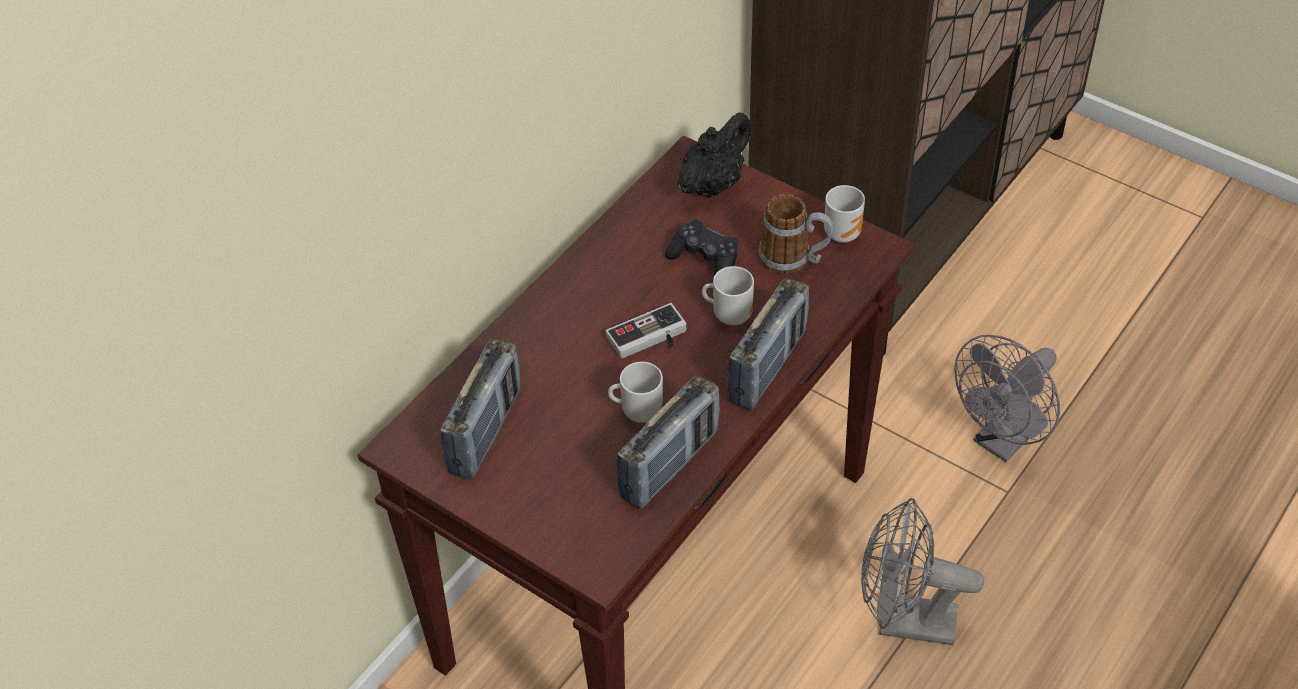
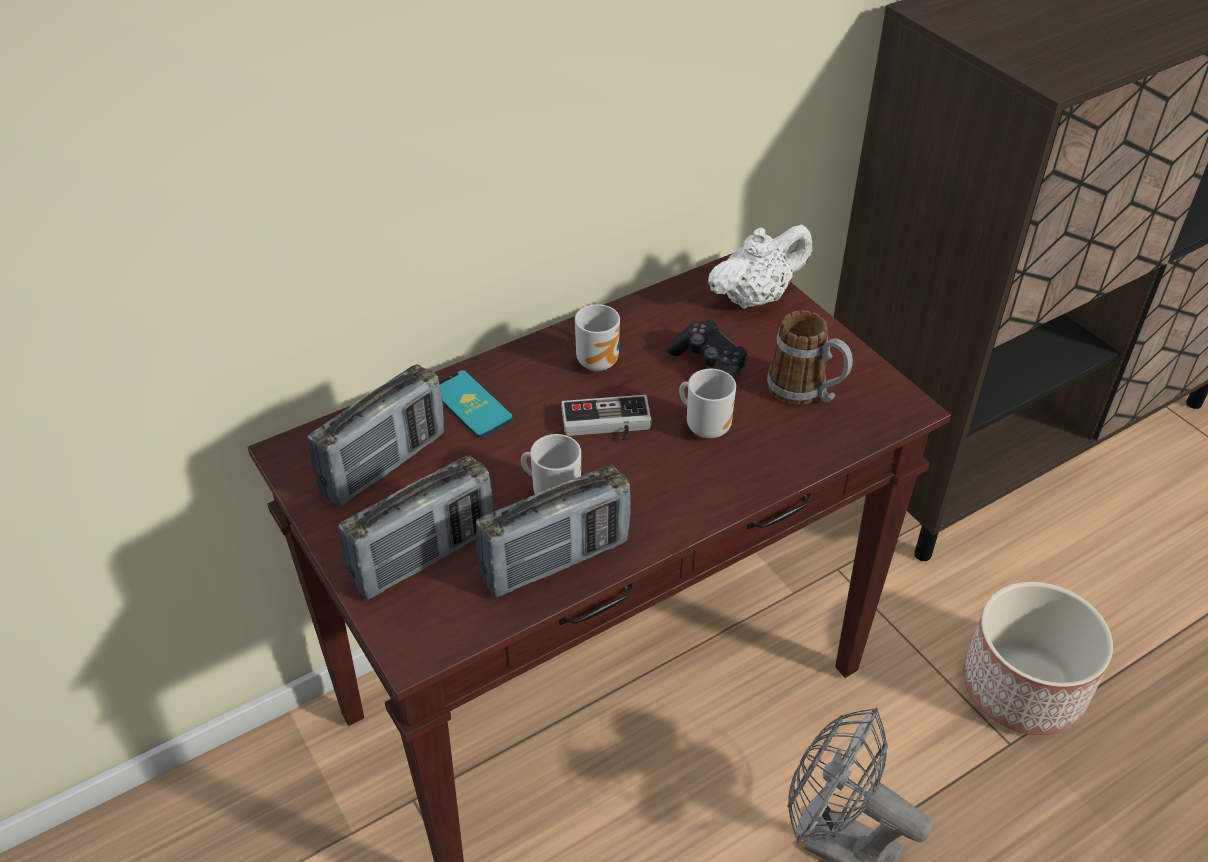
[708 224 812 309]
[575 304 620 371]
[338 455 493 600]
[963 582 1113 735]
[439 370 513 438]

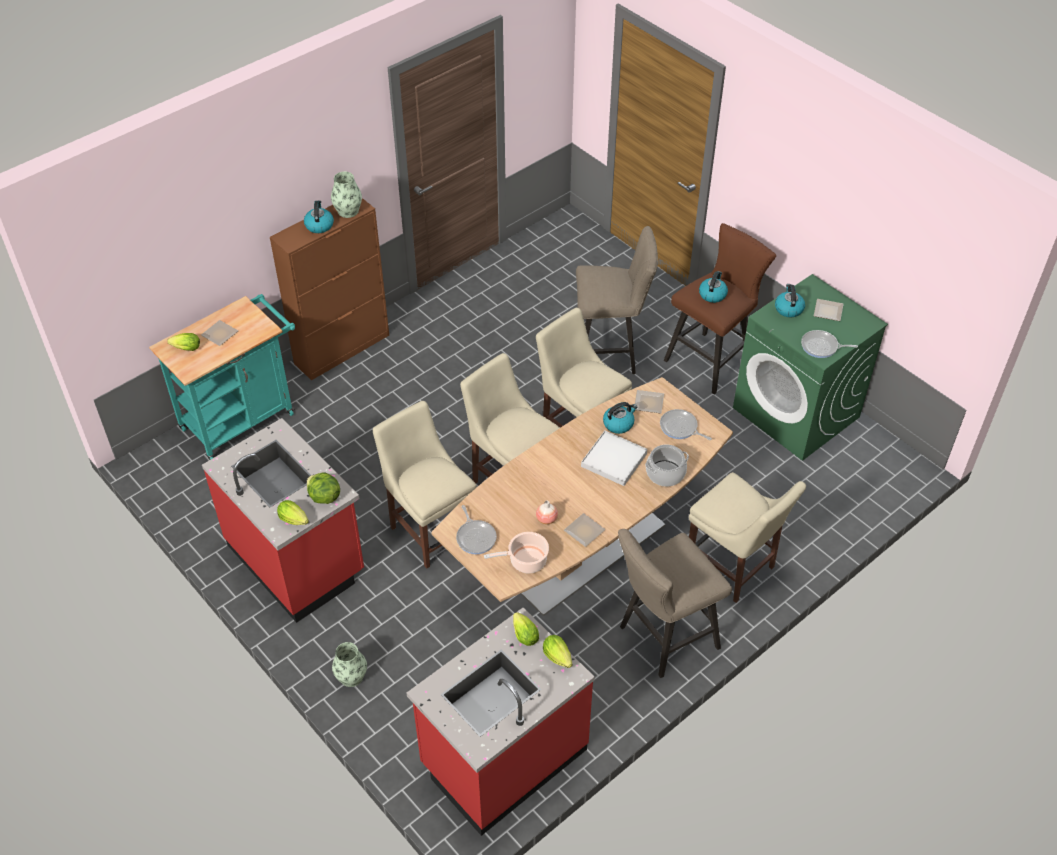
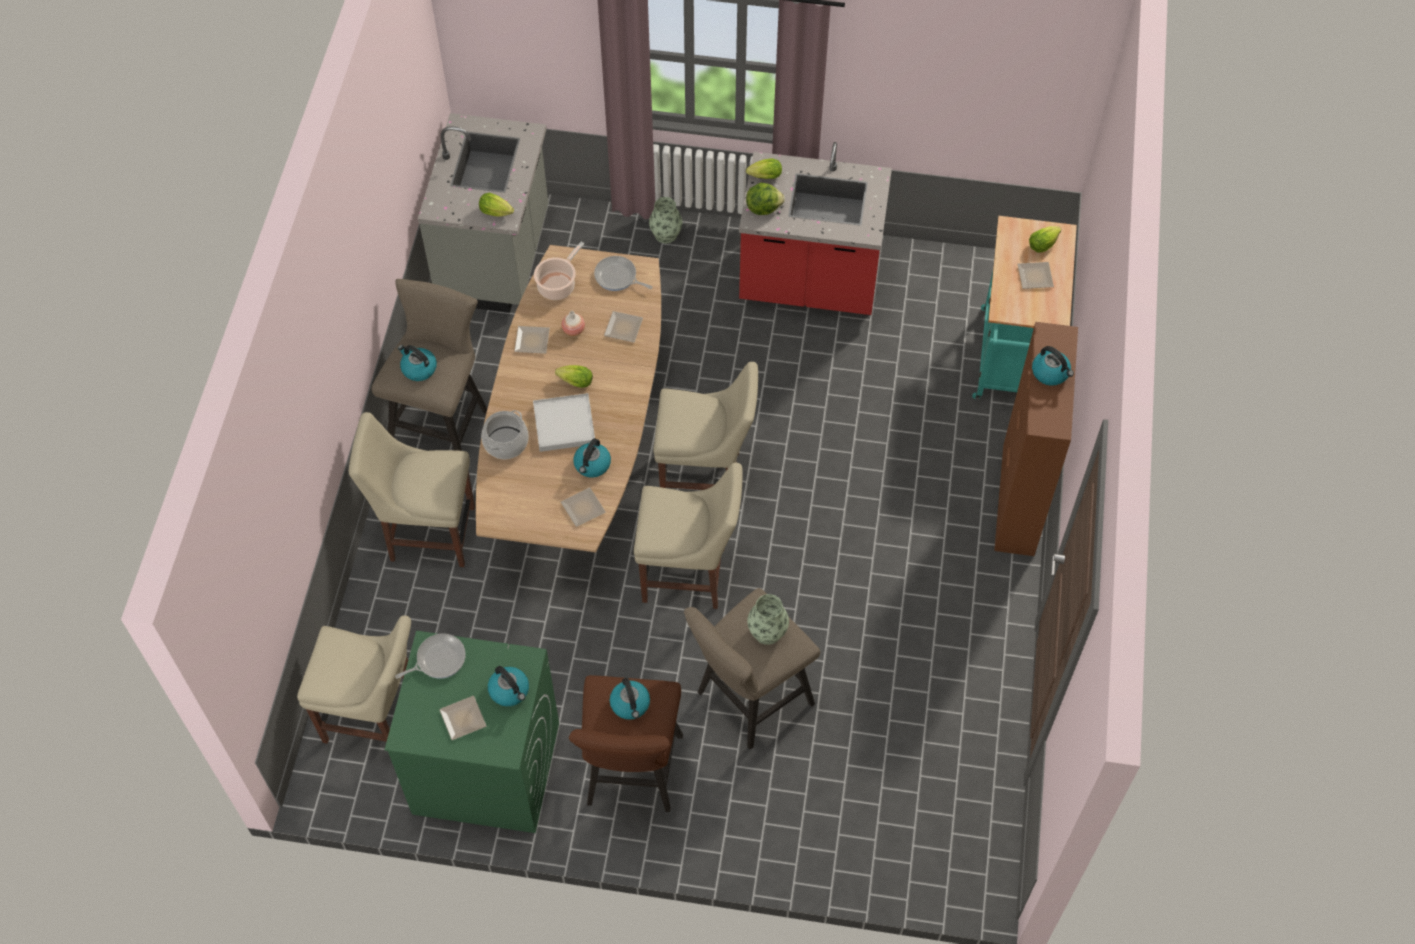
[747 594 789 645]
[297 615 411 744]
[660 409 712 440] (first image)
[418 113 548 313]
[555 365 593 388]
[604 311 643 342]
[398 345 437 381]

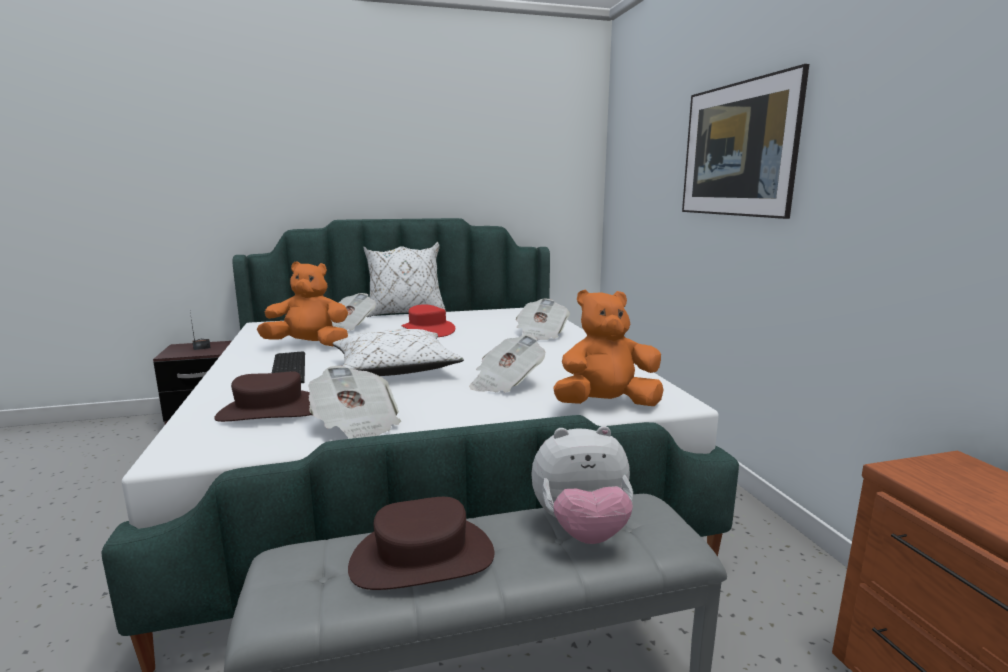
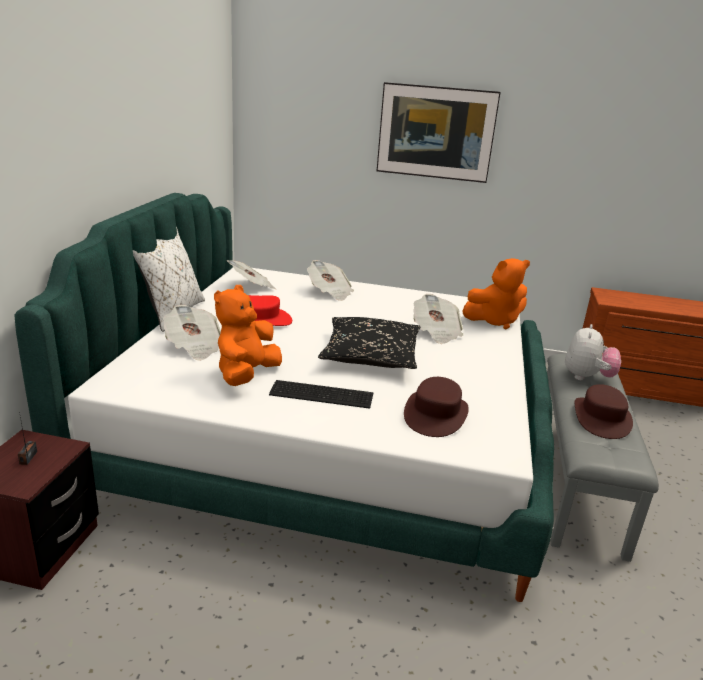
[462 258 530 329]
[318 317 420 369]
[226 260 276 289]

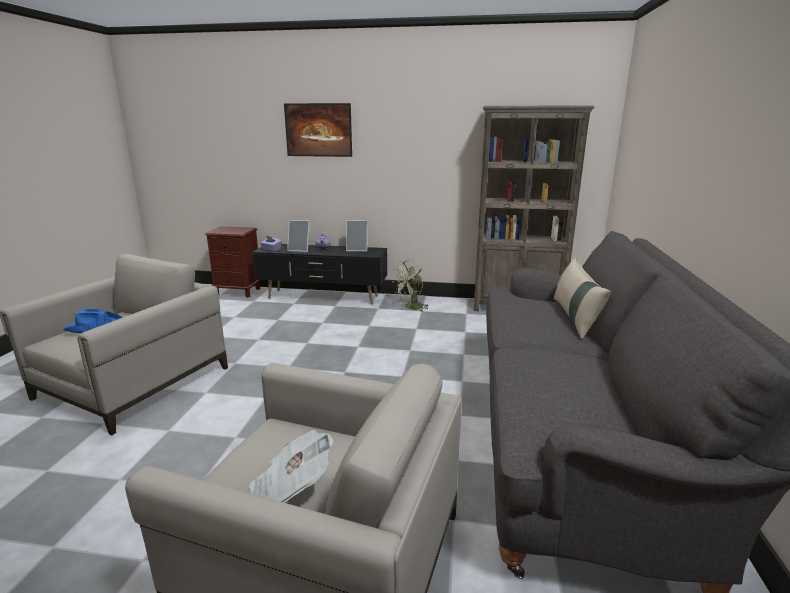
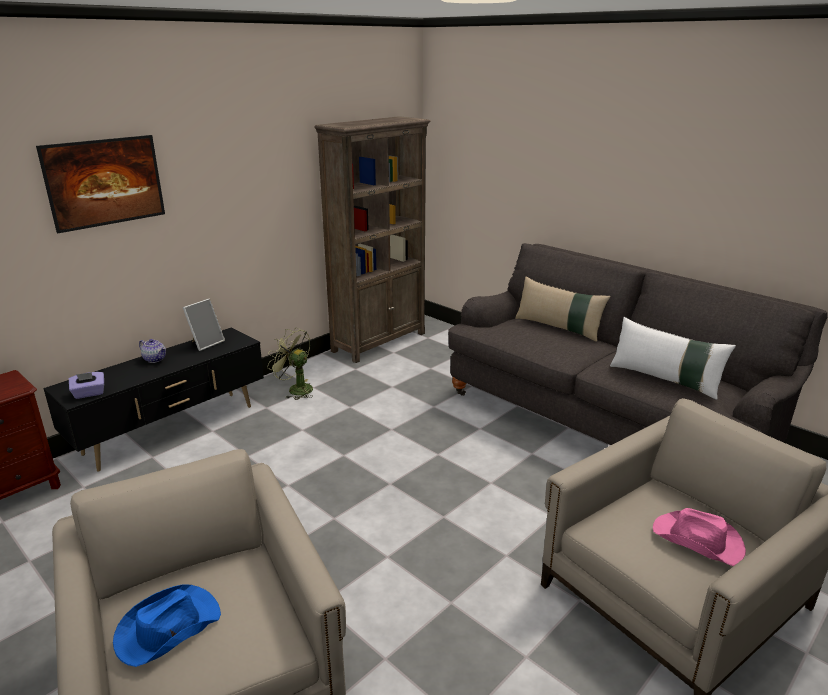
[287 220 310 252] (first image)
[267 328 313 400]
[653 508 746 566]
[610 317 736 400]

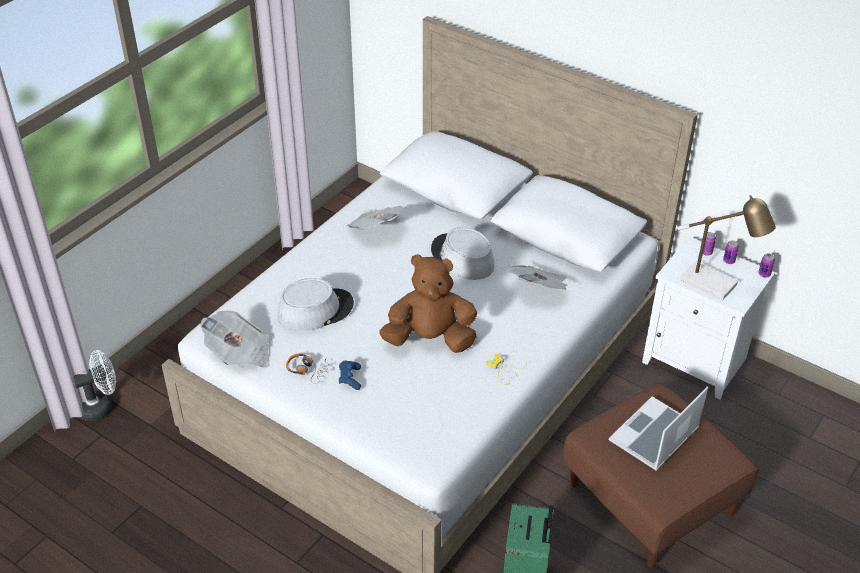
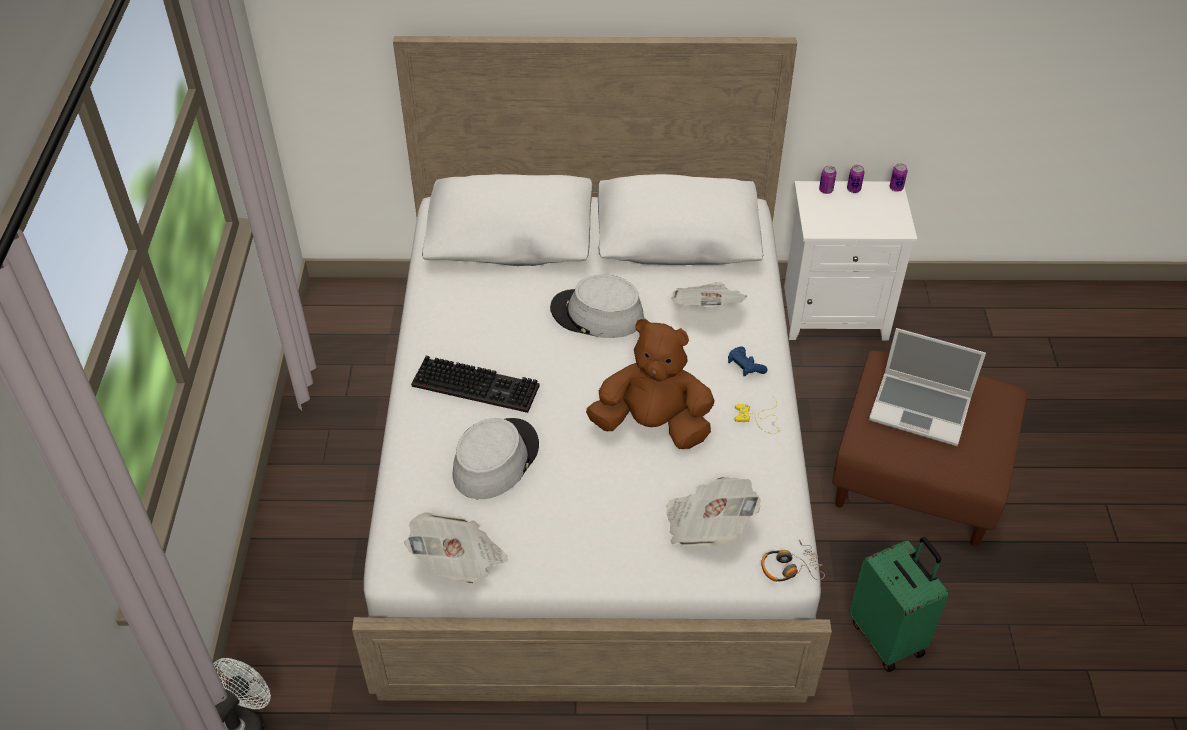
[677 195 776 300] (first image)
[666 477 760 546]
[586 319 715 449]
[761 540 825 582]
[728 347 768 376]
[869 328 986 446]
[411 356 540 413]

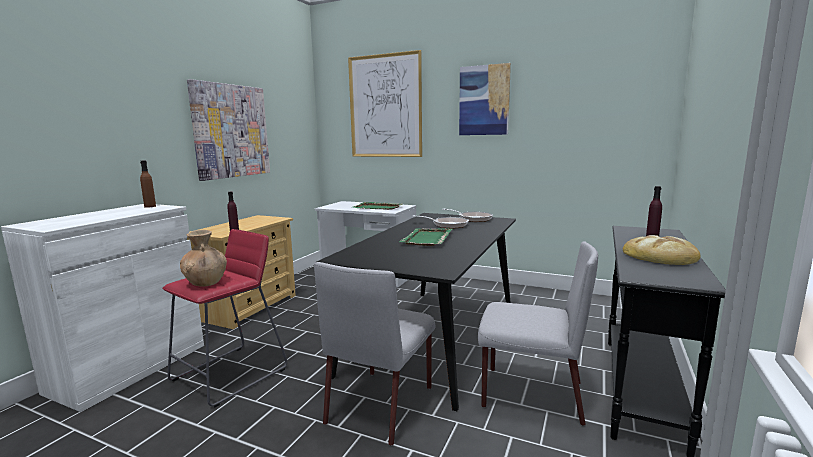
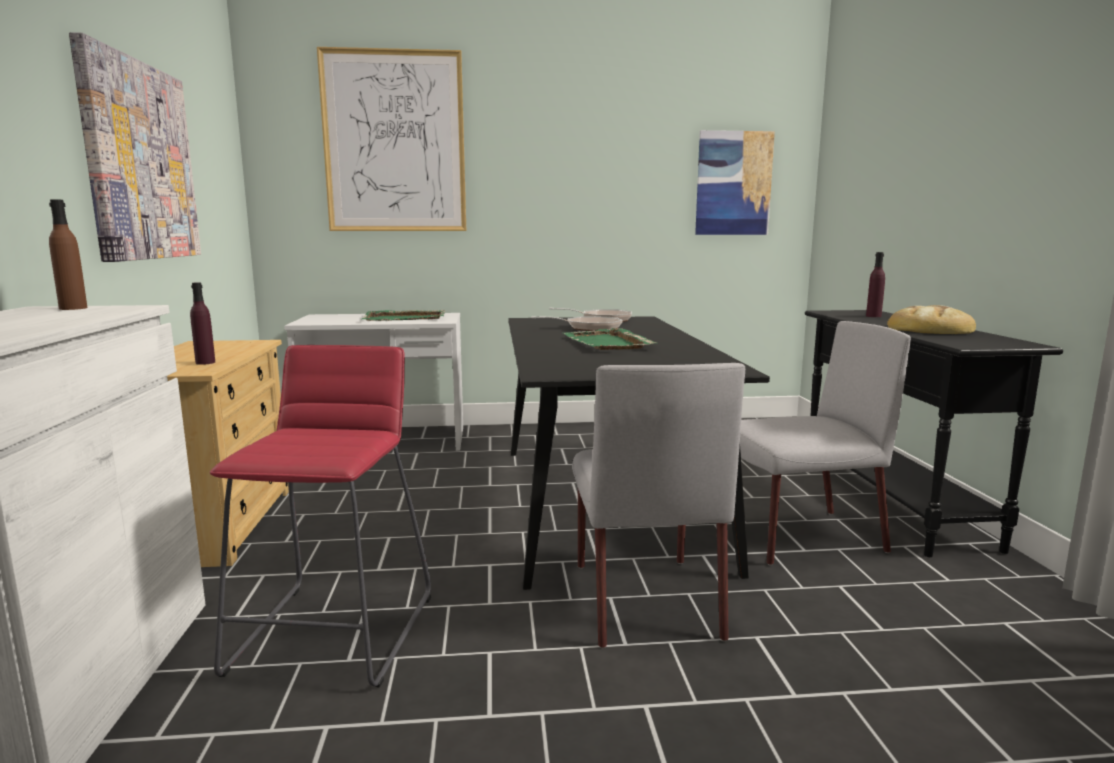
[695 130 775 235]
[180 230 227 287] (first image)

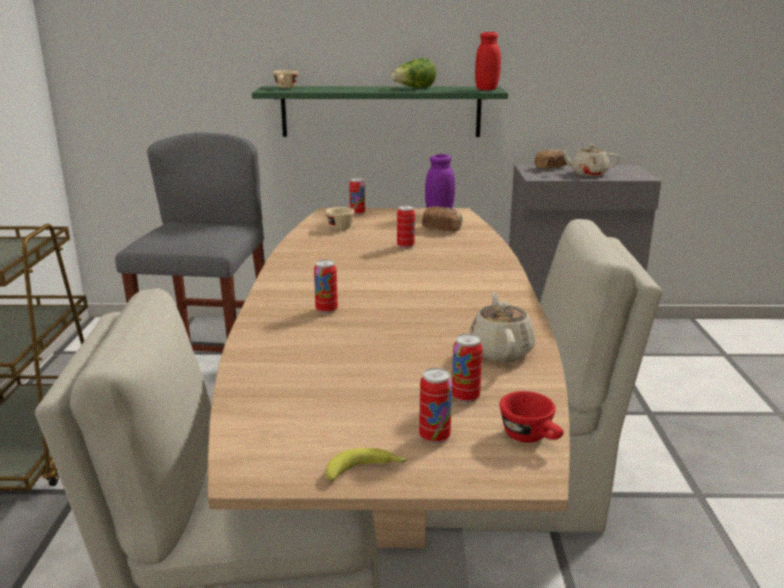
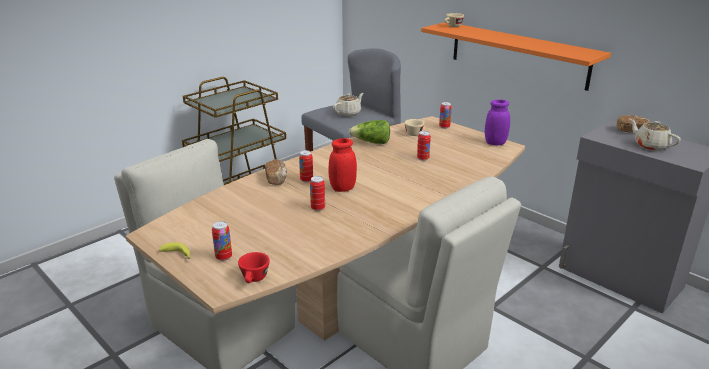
[329 138 357 192]
[349 120 390 144]
[421 22 611 91]
[265 159 287 185]
[333 93 364 117]
[310 176 325 211]

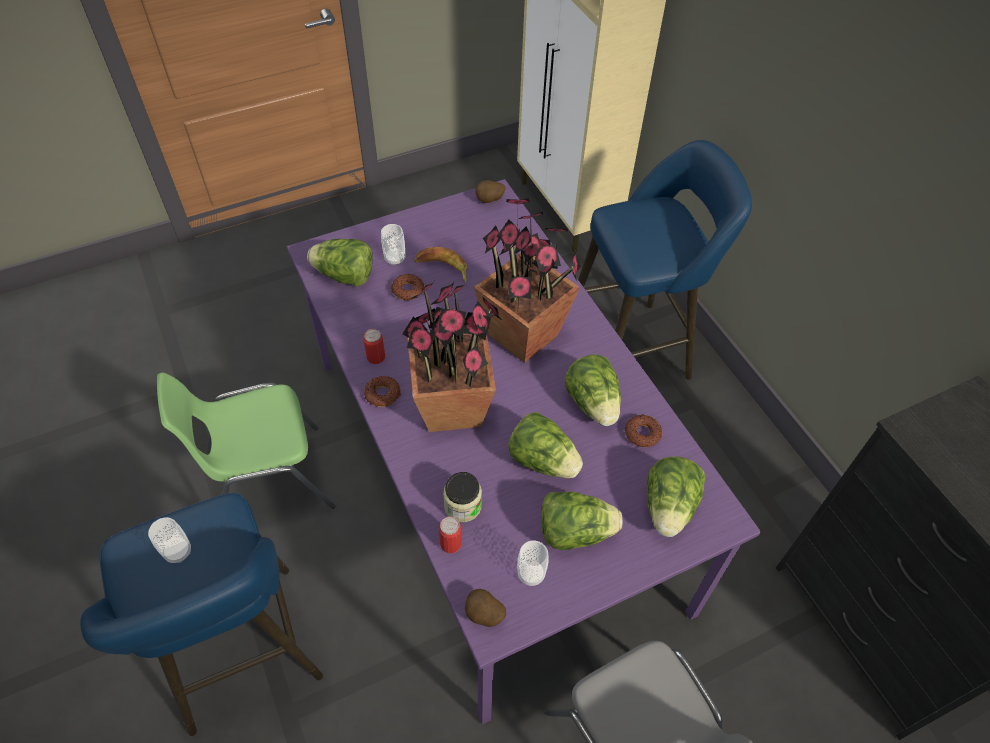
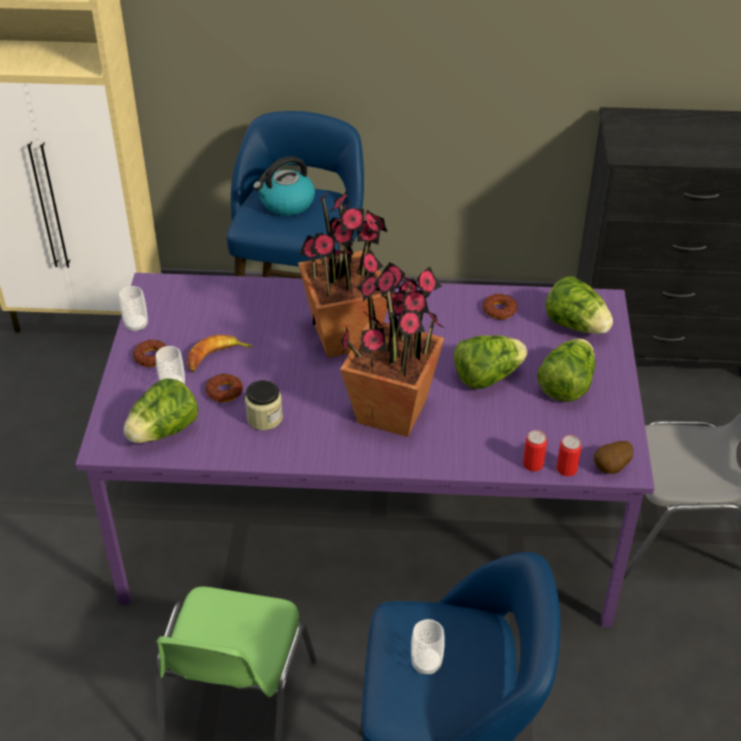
[475 180 505 203] (first image)
[556 435 581 477]
[565 354 621 426] (first image)
[133 340 166 367]
[245 380 283 430]
[119 286 148 332]
[253 156 315 216]

